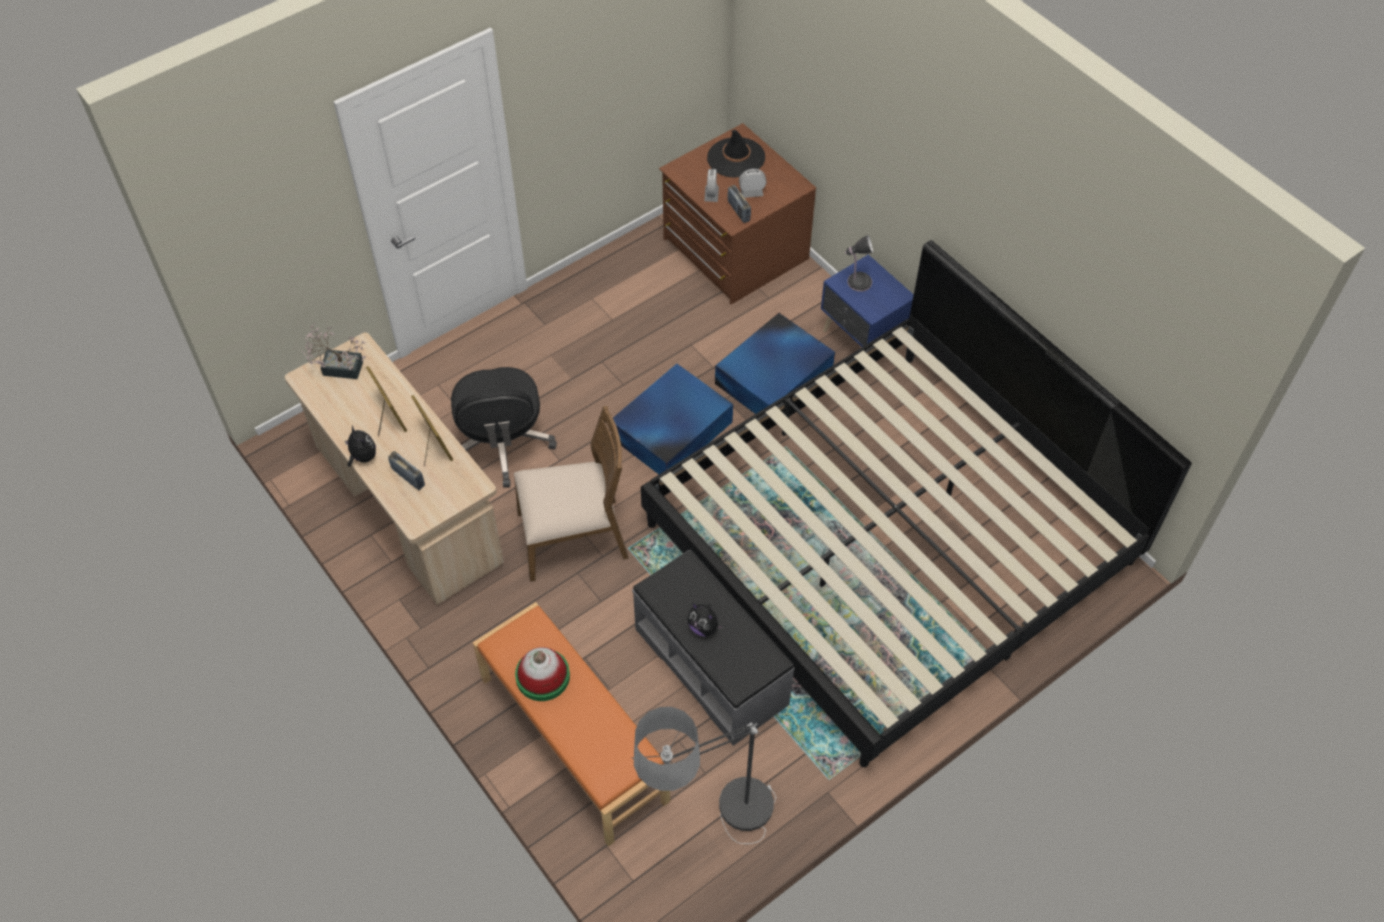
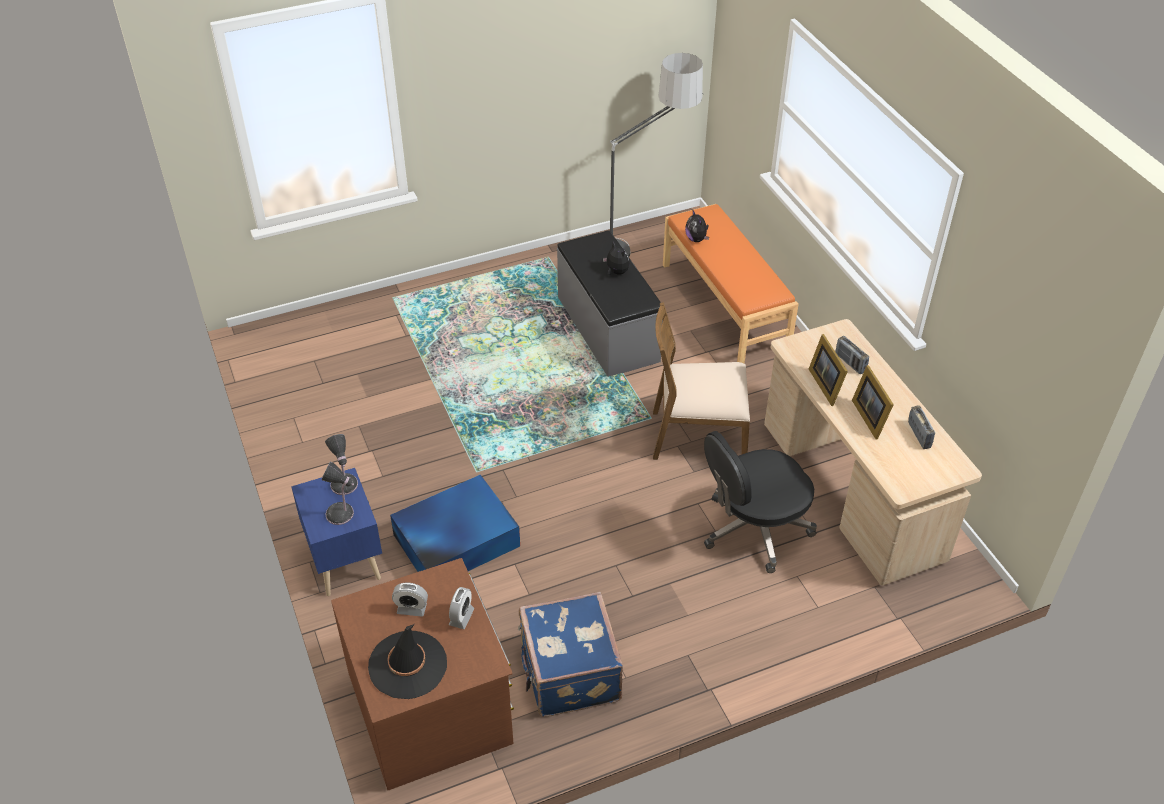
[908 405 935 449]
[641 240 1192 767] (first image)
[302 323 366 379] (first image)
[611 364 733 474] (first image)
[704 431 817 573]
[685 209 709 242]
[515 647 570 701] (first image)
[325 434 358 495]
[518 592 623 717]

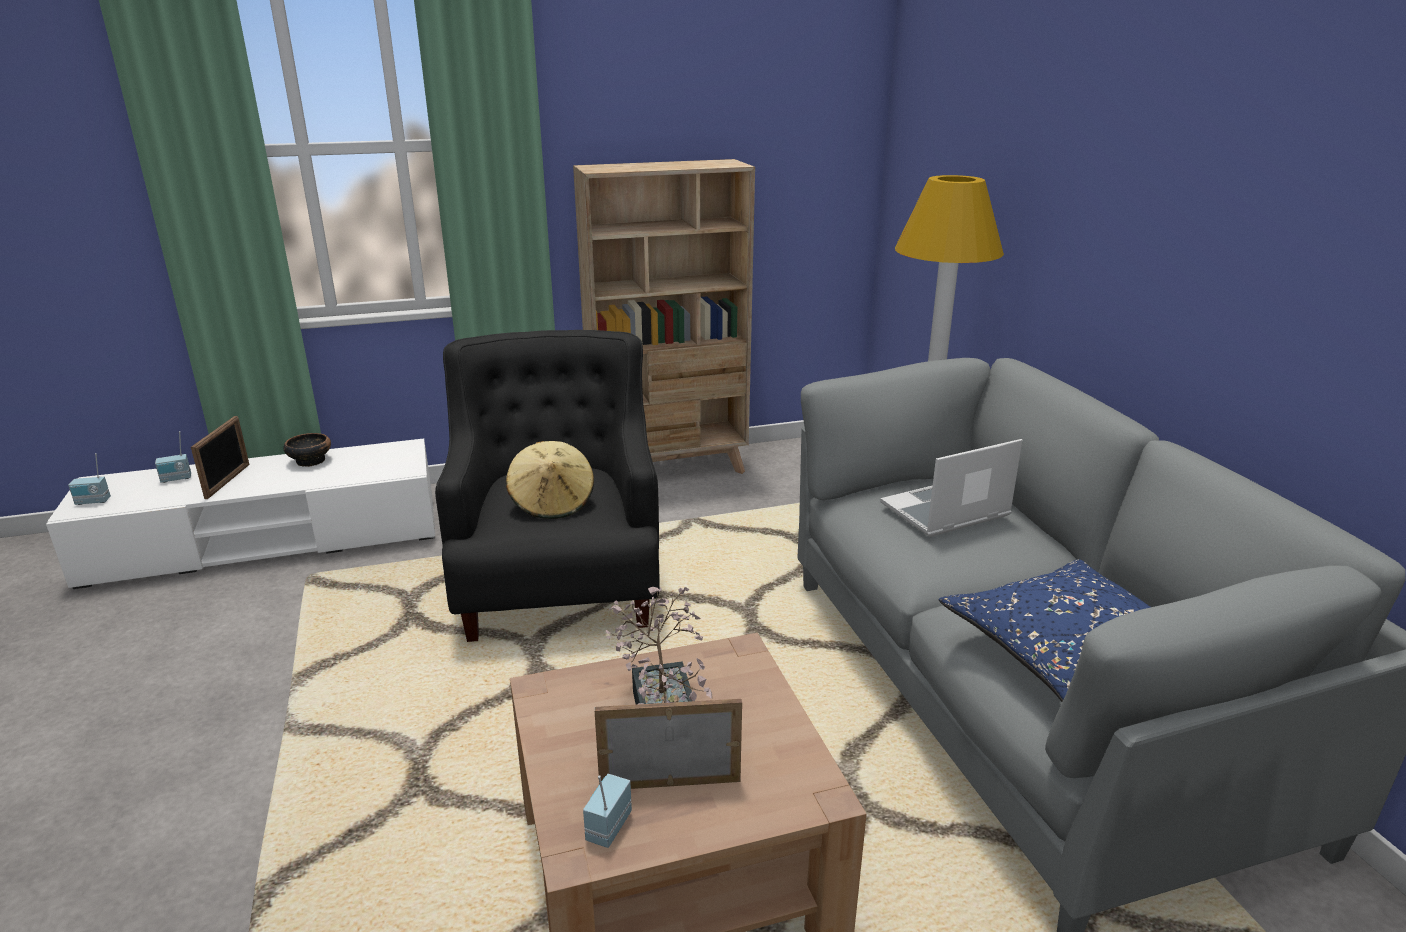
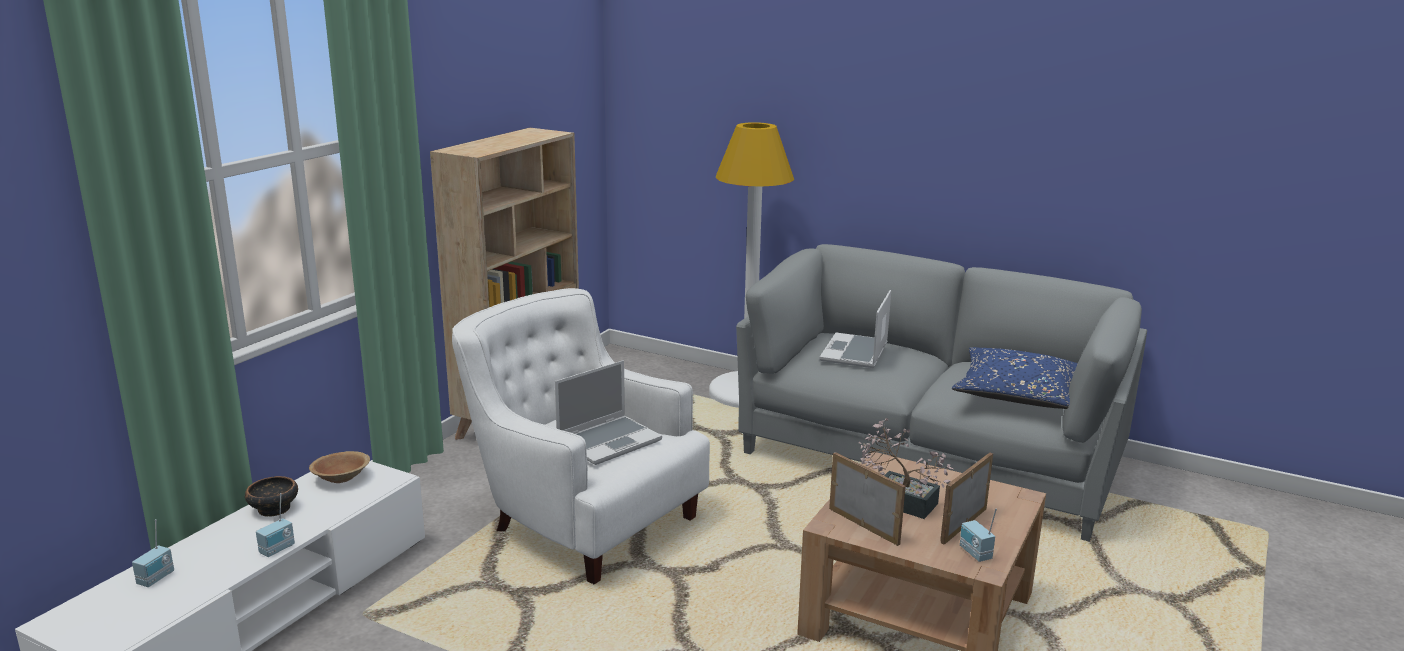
[452 288 710 584]
[829 452 906 546]
[555 360 662 465]
[256 493 295 557]
[309 451 370 483]

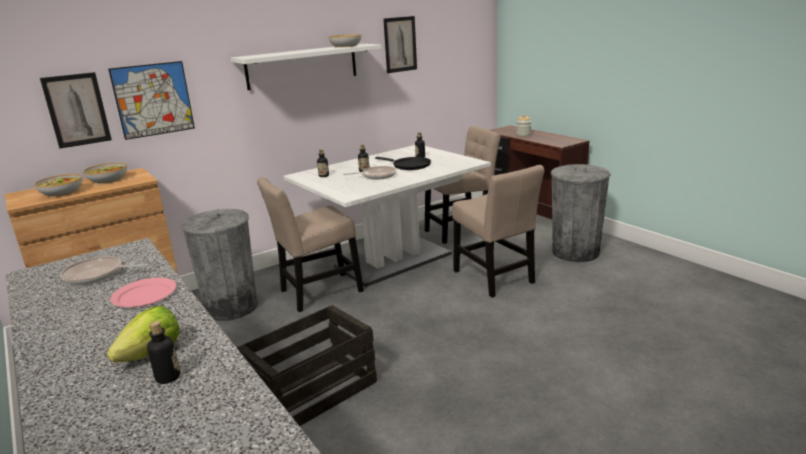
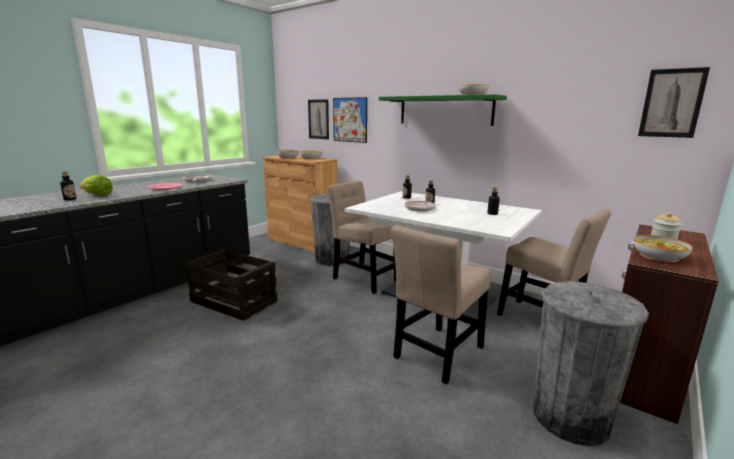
[638 67 710 138]
[379 94 507 126]
[375 157 431 170] (first image)
[633 235 693 262]

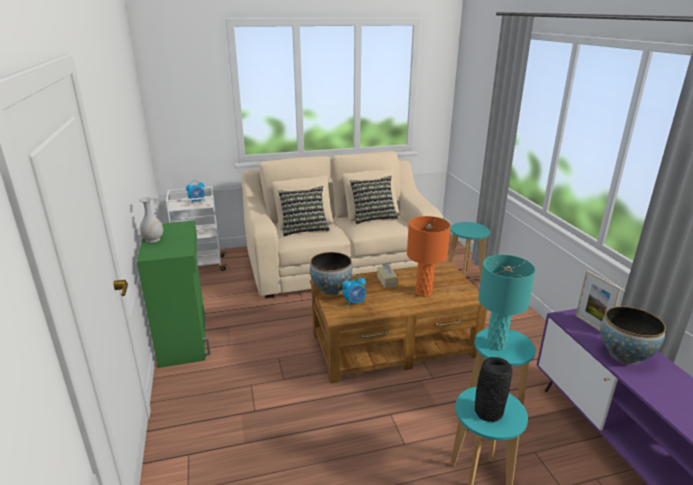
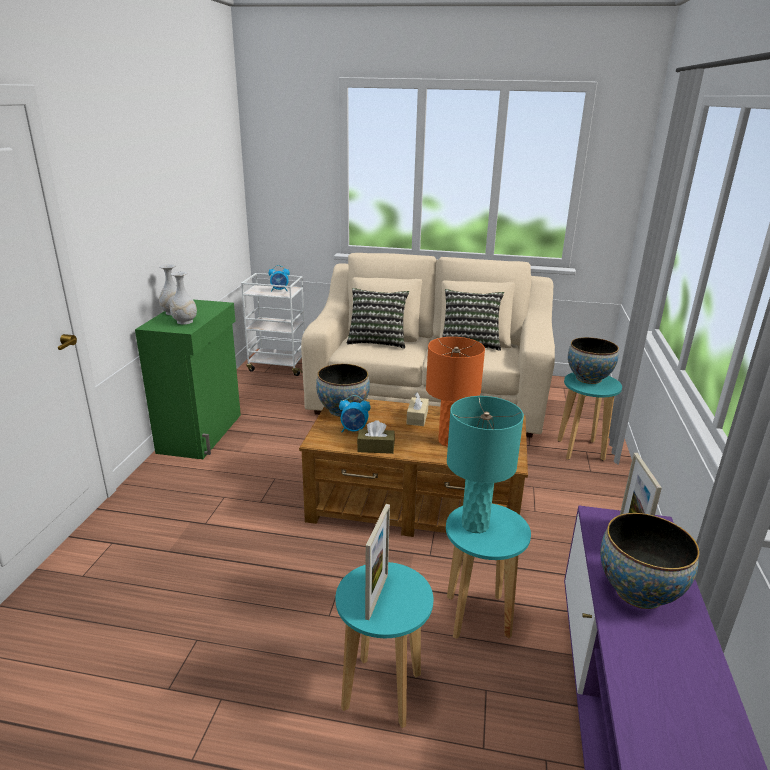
[365 504 390 620]
[170 271 197 325]
[568 337 619 384]
[357 420 395 454]

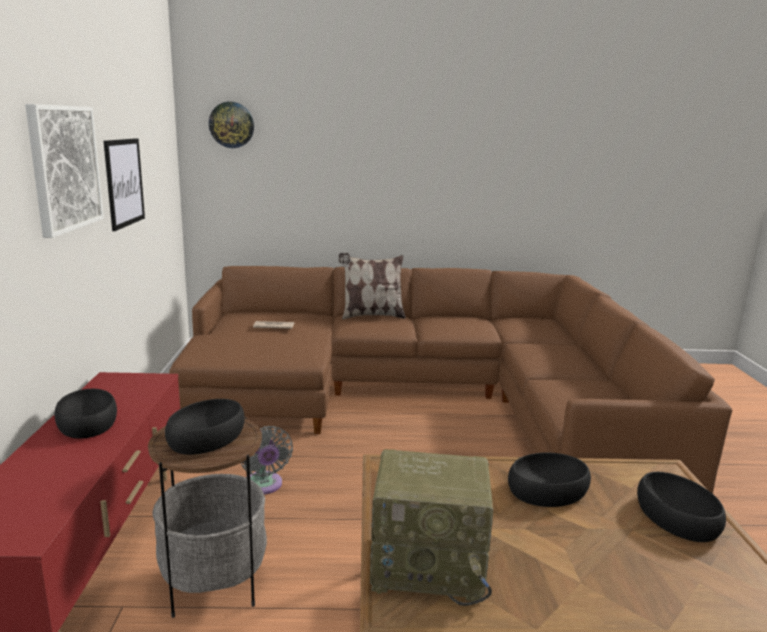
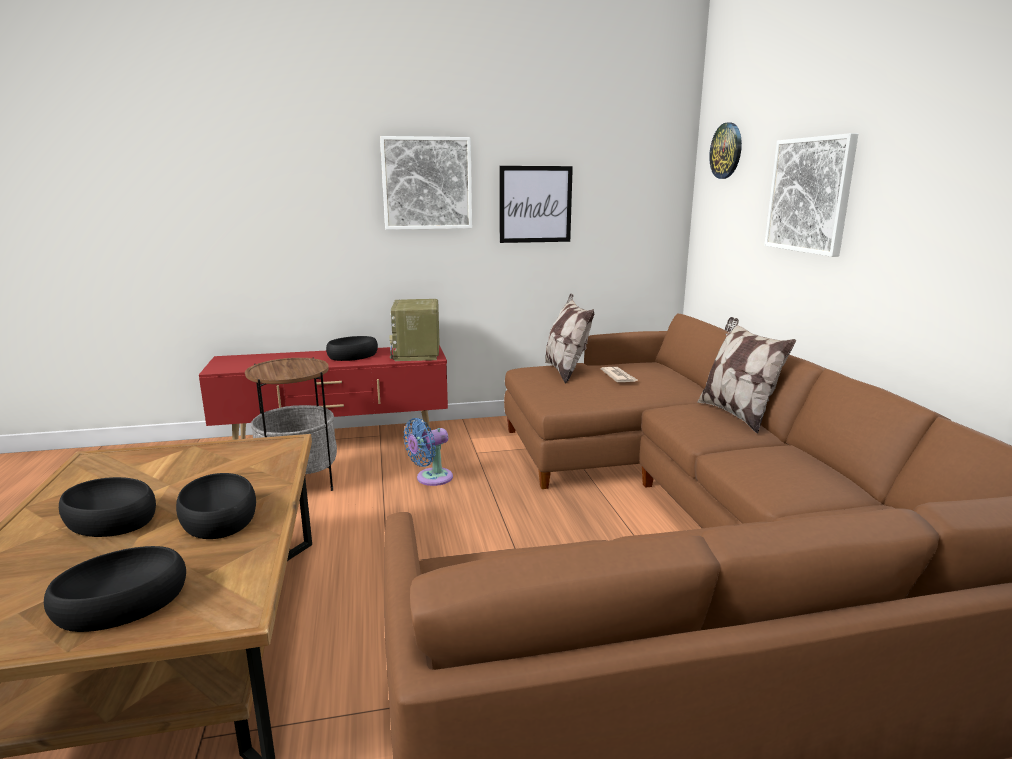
[59 477 156 537]
[403 418 453 486]
[389 299 439 361]
[764 133 858 257]
[545 293 595 384]

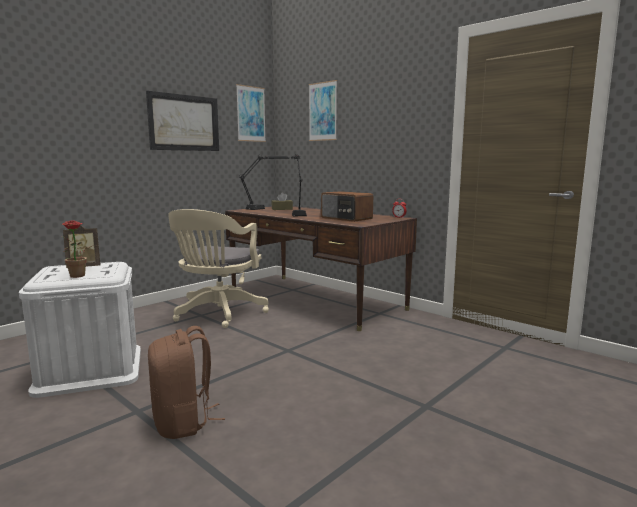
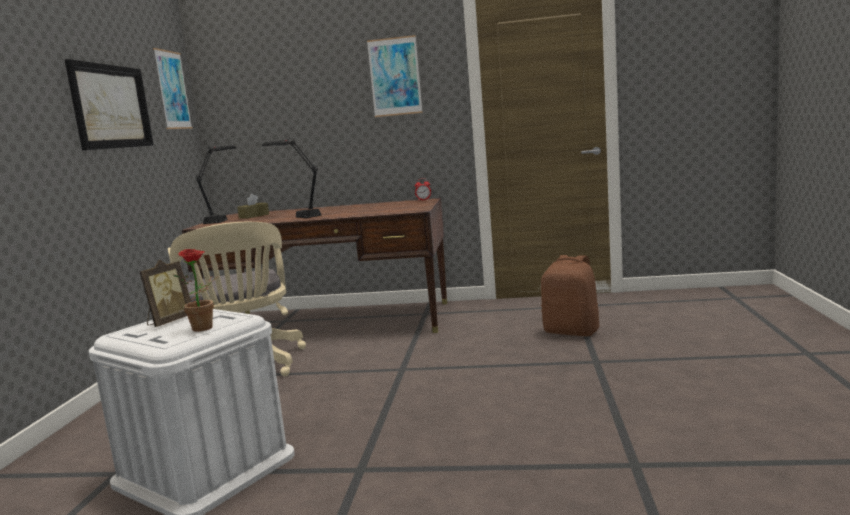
[367 35 423 117]
[321 191 373 222] (first image)
[541 255 599 336]

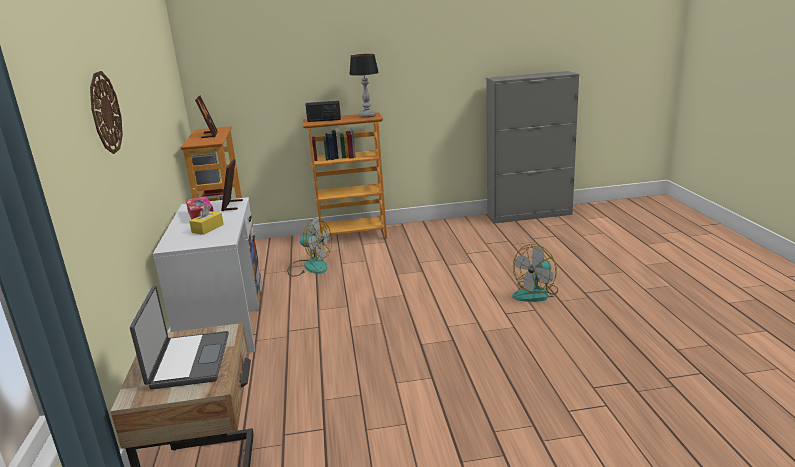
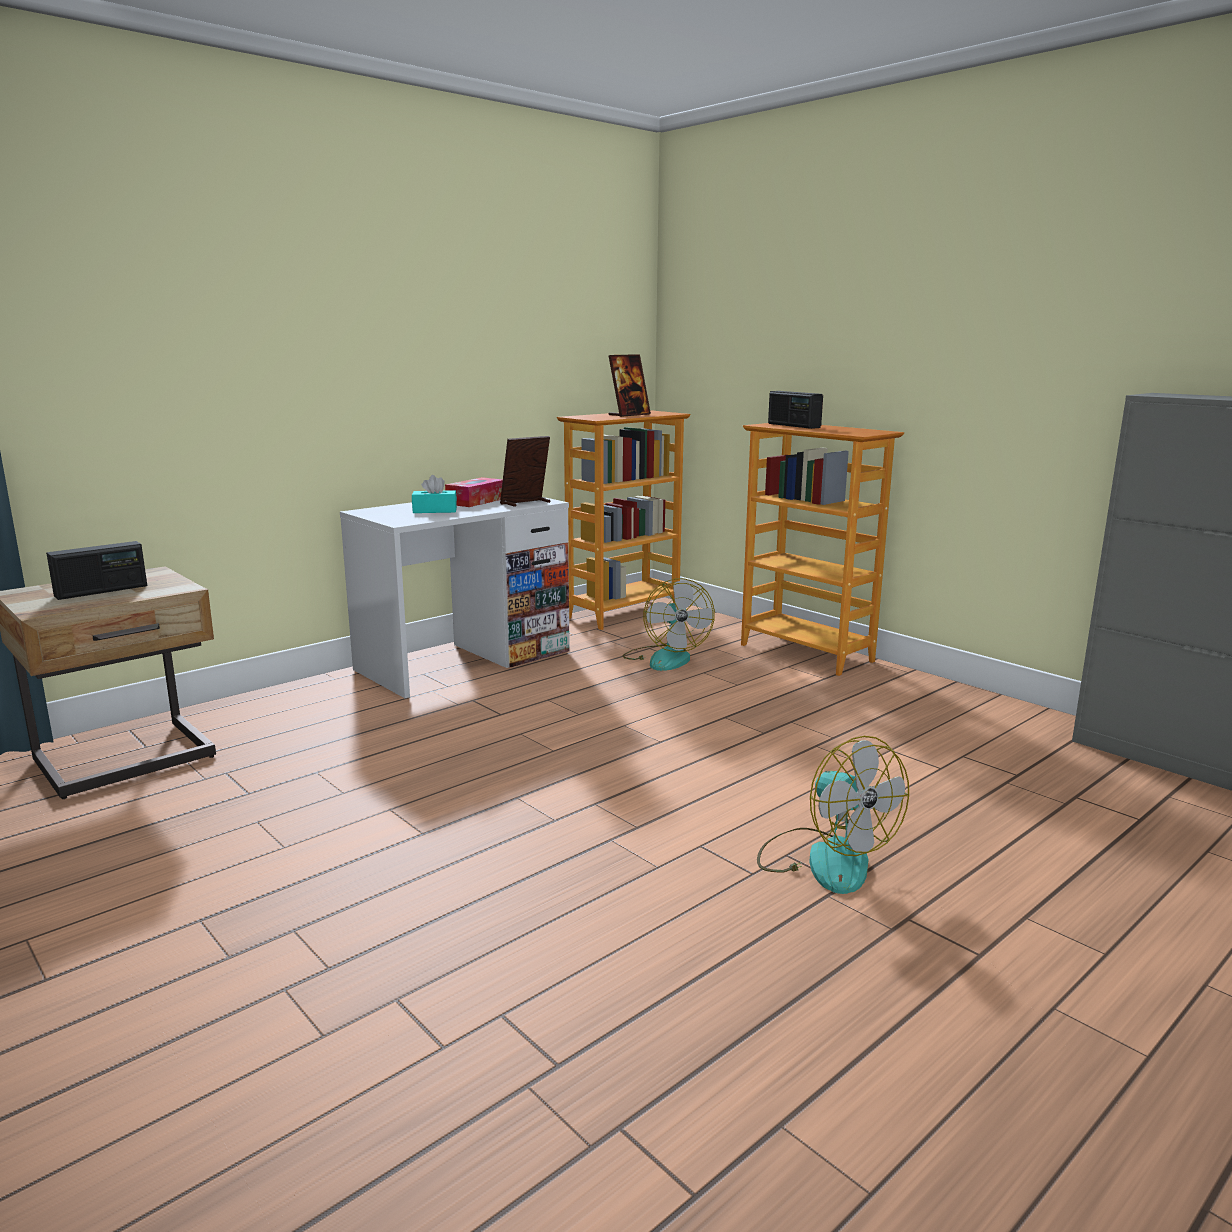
[349 54 379 118] (first image)
[90 71 123 154] (first image)
[412 475 457 513]
[757 736 909 894]
[46 541 147 600]

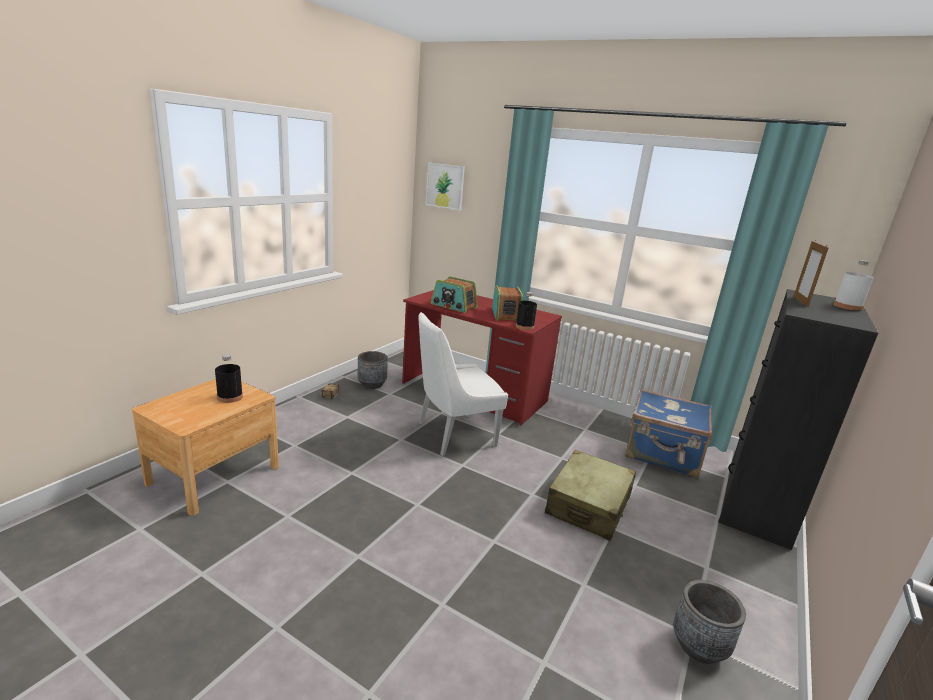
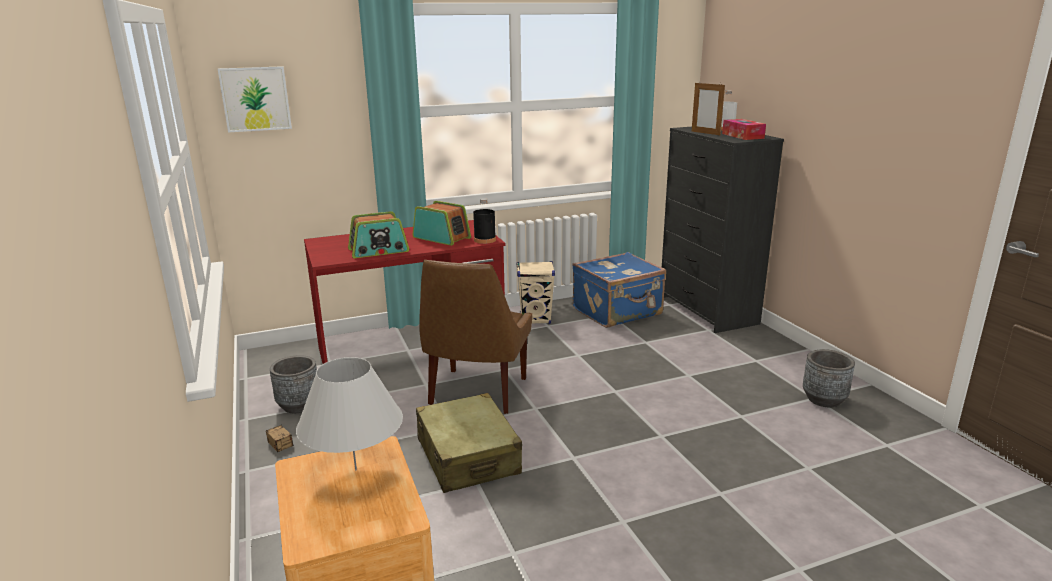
[419 260 532 414]
[296 357 403 470]
[416 393 522 493]
[722 119 766 140]
[516 261 555 324]

